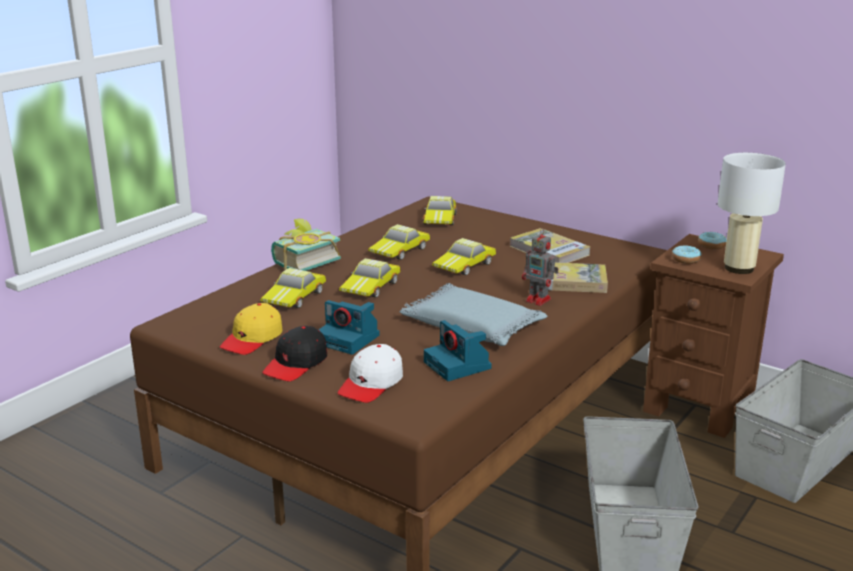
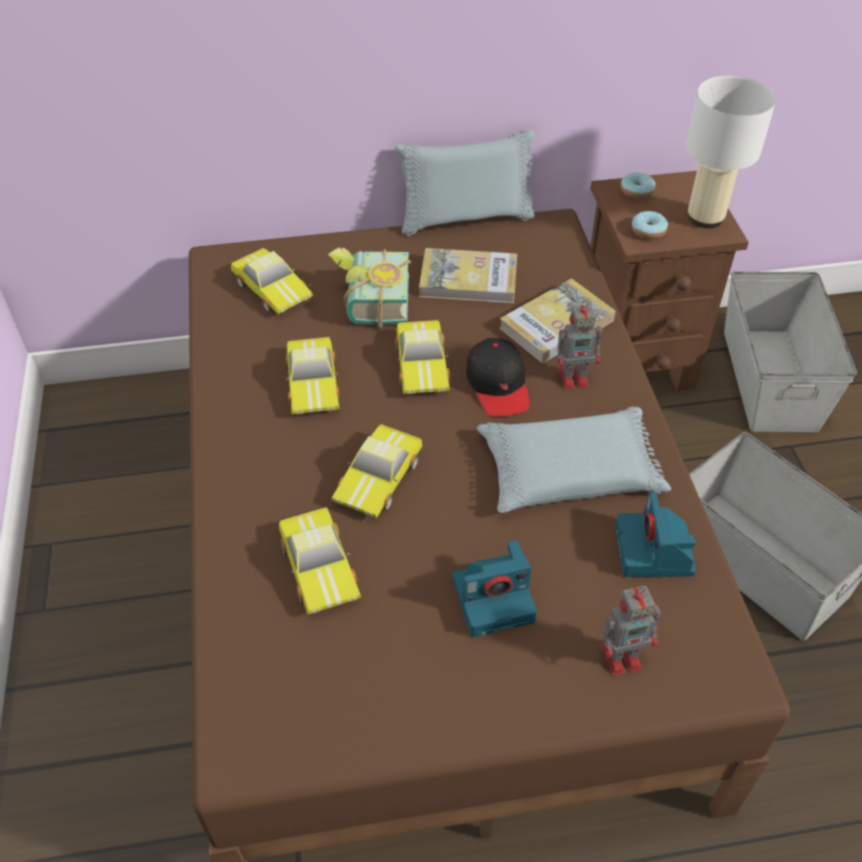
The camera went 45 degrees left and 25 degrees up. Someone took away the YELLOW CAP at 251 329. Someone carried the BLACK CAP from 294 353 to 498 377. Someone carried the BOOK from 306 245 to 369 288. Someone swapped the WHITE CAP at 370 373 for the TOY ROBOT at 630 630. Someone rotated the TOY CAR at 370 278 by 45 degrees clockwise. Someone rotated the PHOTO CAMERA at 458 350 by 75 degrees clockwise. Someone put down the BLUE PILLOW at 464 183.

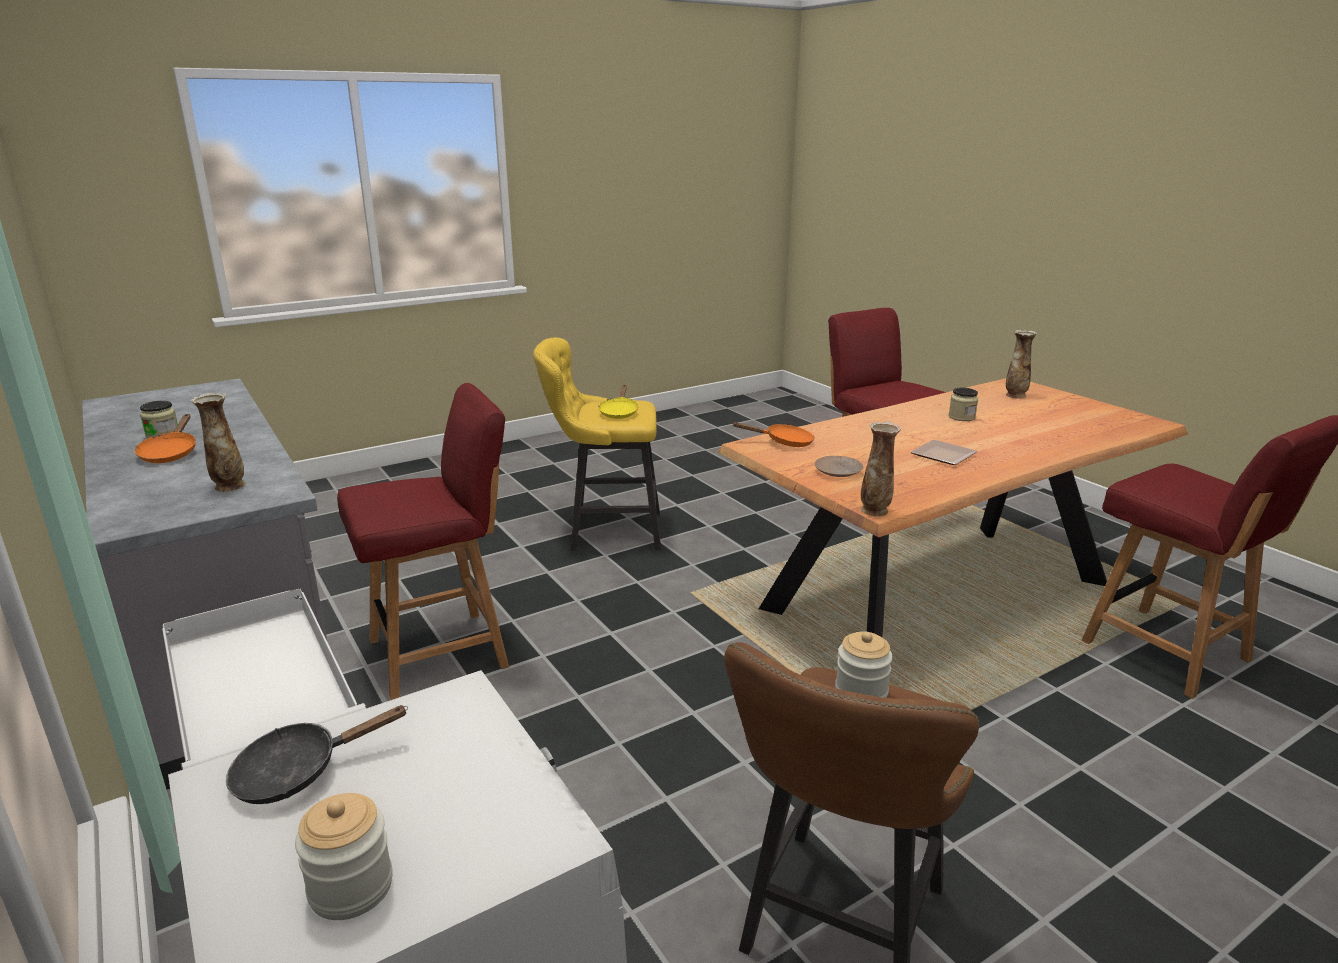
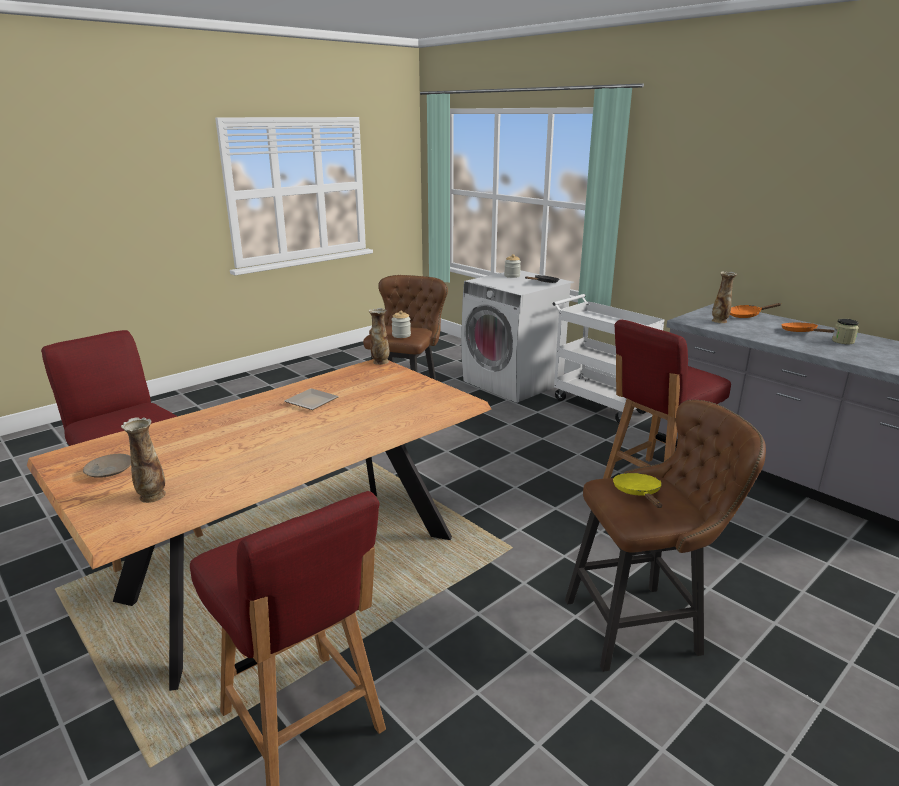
The camera went 170 degrees right and 0 degrees up. Someone repainted the YELLOW STOOL at 597 444, which became the BROWN STOOL at 665 536. Someone carried the ORANGE FRYING PAN from 773 434 to 755 310. Someone carried the BEIGE PLATE from 839 466 to 107 466. Someone took away the JAR at 963 404.

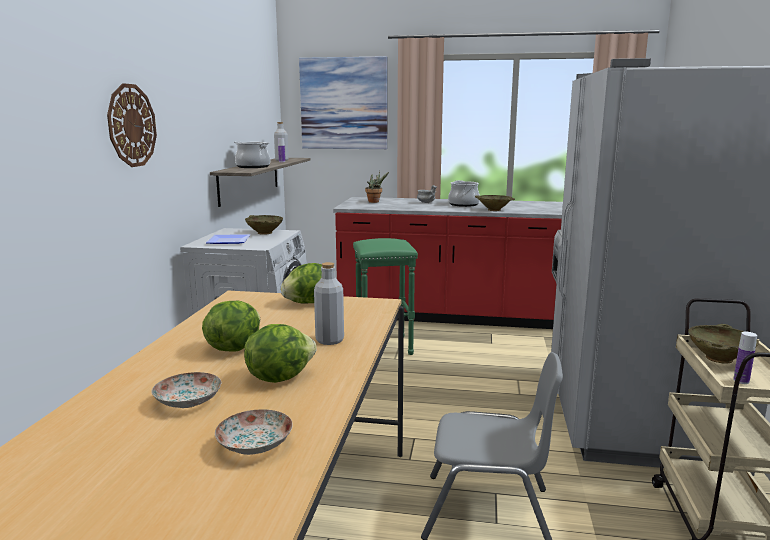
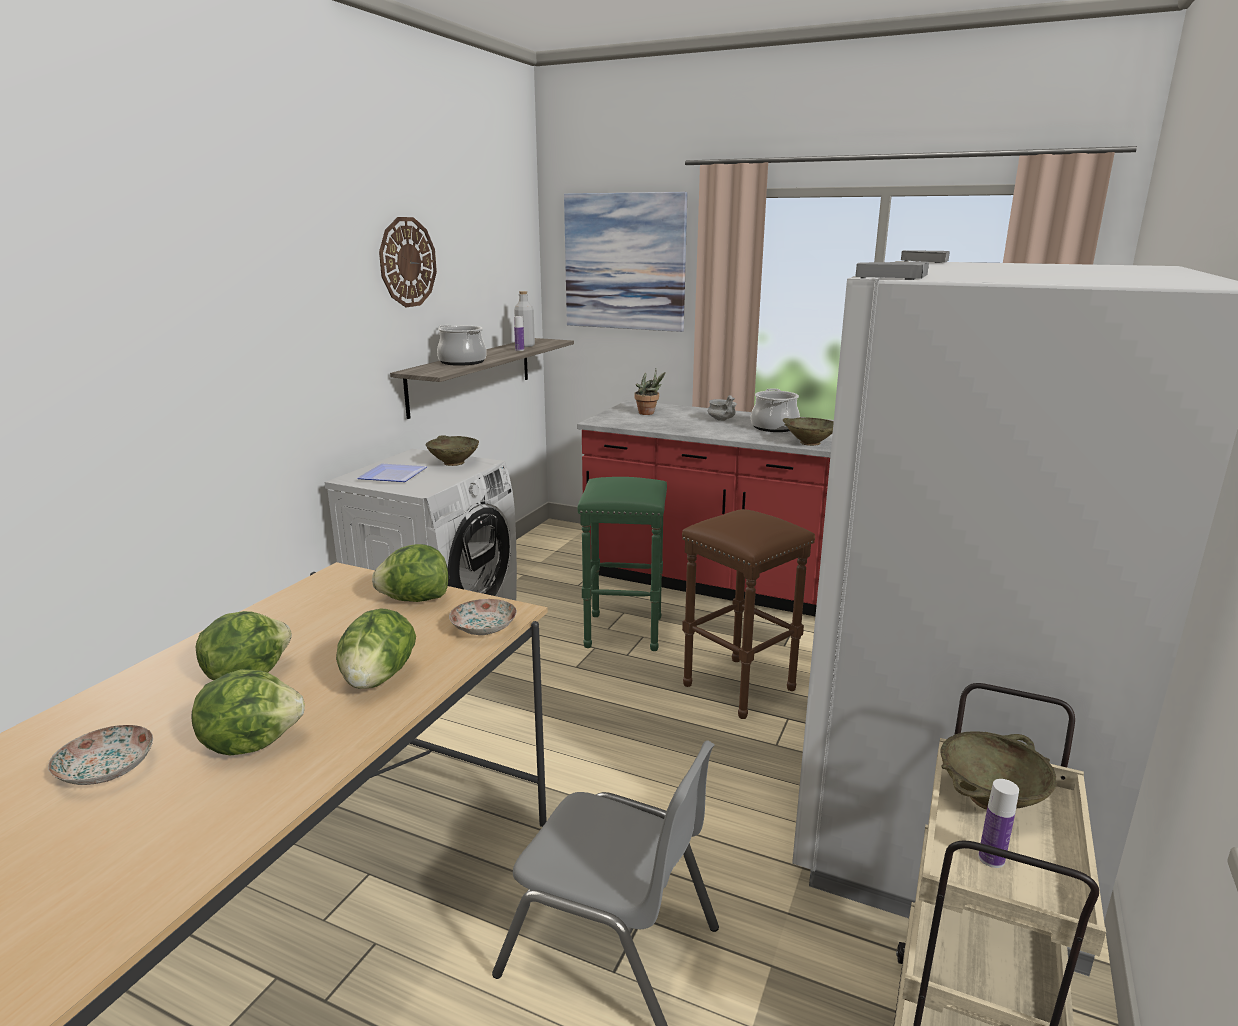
The camera went 15 degrees right and 5 degrees up. Someone carried the WALL CLOCK from 132 125 to 408 262. Someone carried the PLATE from 254 432 to 483 617. Someone swapped the GREY BOTTLE at 329 303 for the LETTUCE at 376 649. Someone put down the BROWN STOOL at 748 614.

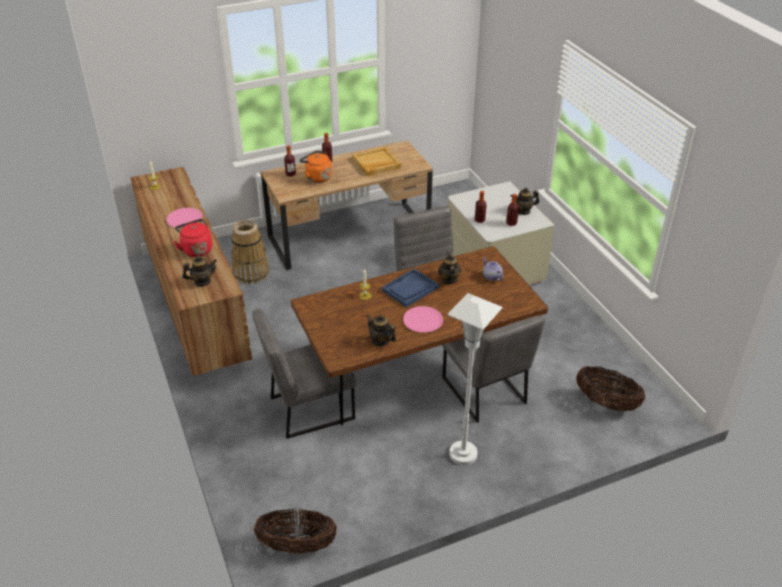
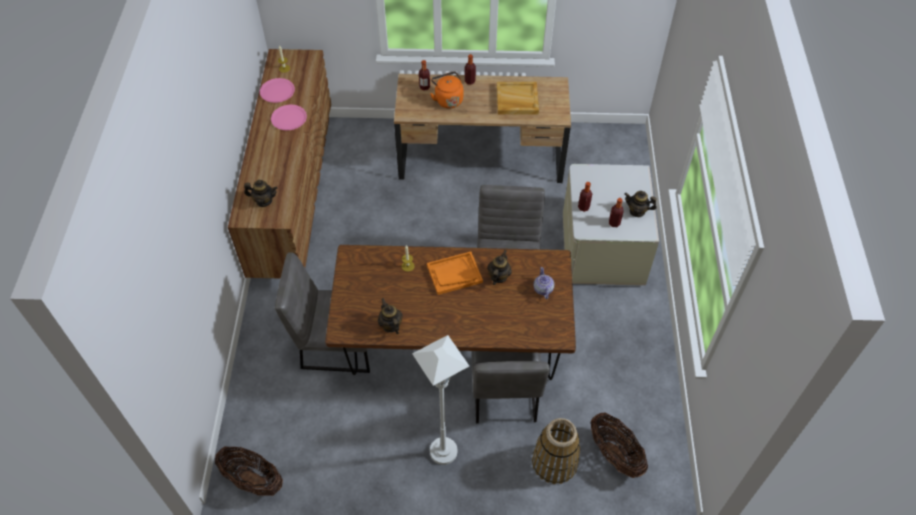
The camera went 25 degrees right and 15 degrees up. Someone took away the RED KETTLE at 193 238. Someone carried the BASKET from 250 252 to 556 451. Someone repainted the BLUE TRAY at 410 288, which became the ORANGE TRAY at 455 273. Someone carried the PINK PLATE from 423 319 to 277 90.

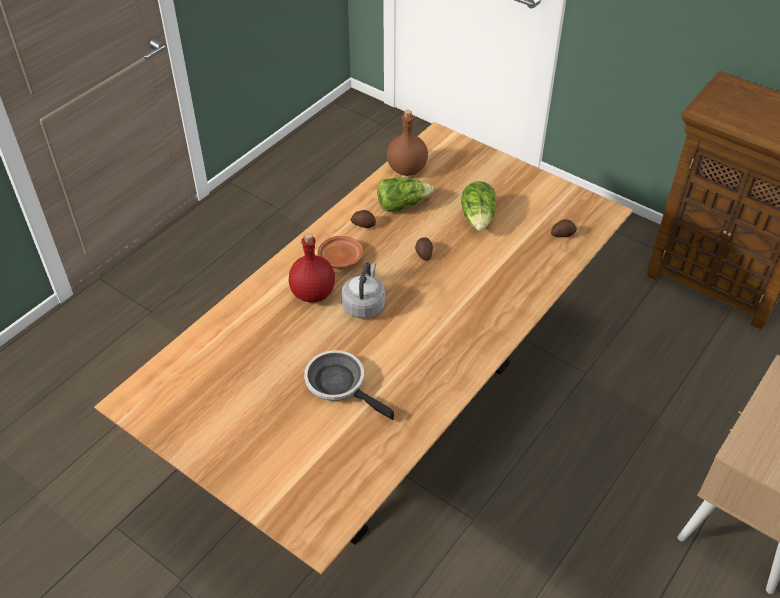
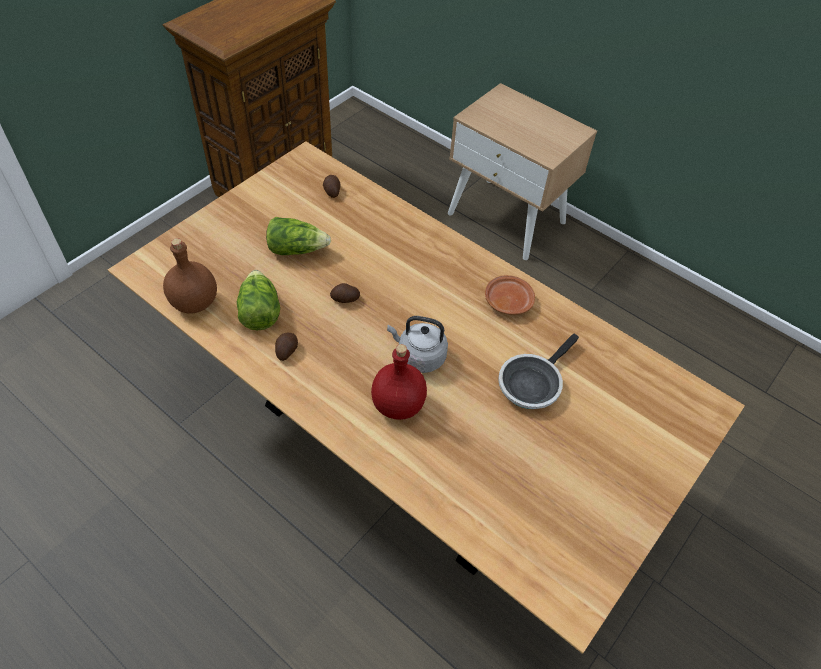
The camera went 90 degrees left and 5 degrees up. Someone carried the BROWN PLATE from 340 252 to 510 295.

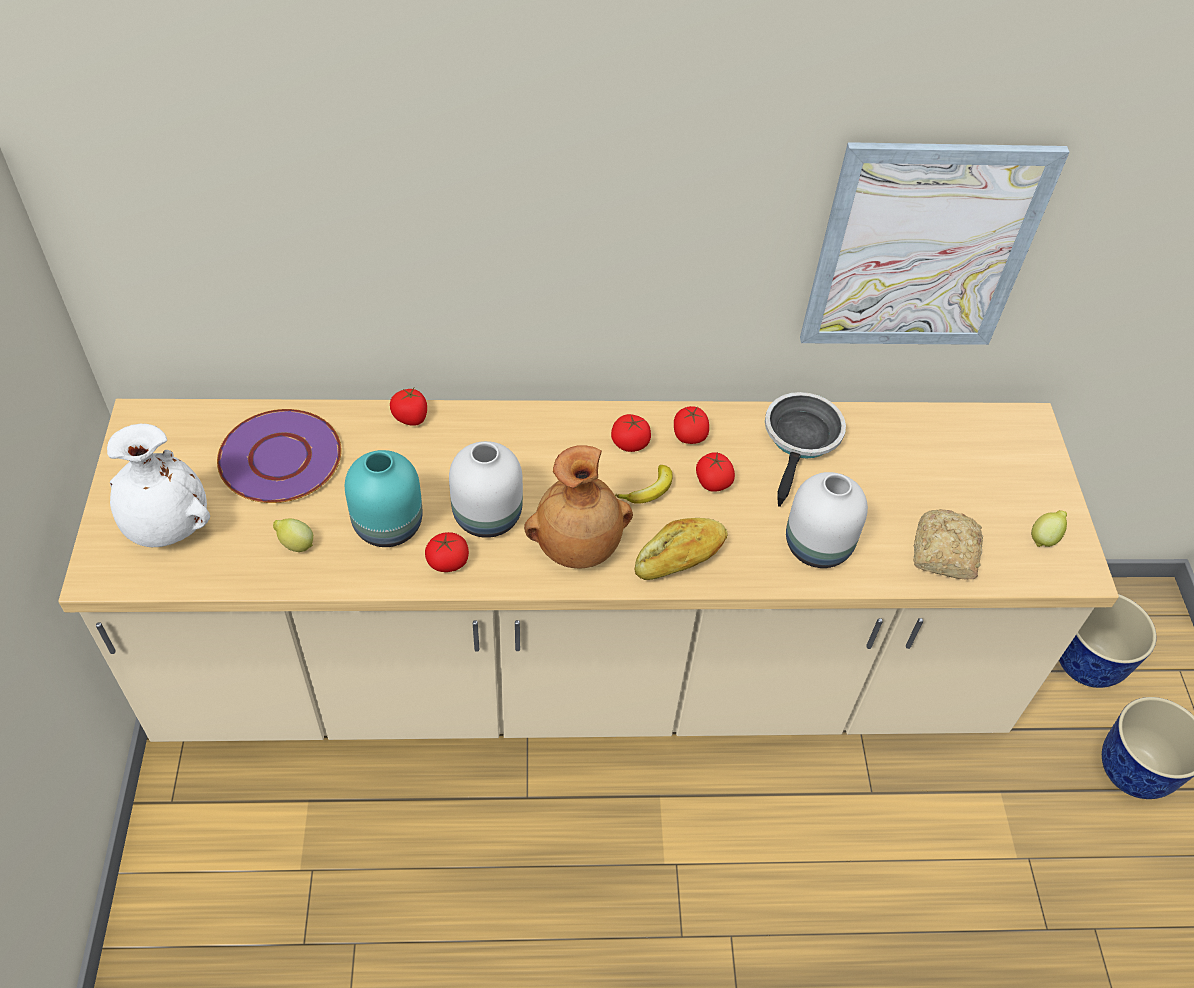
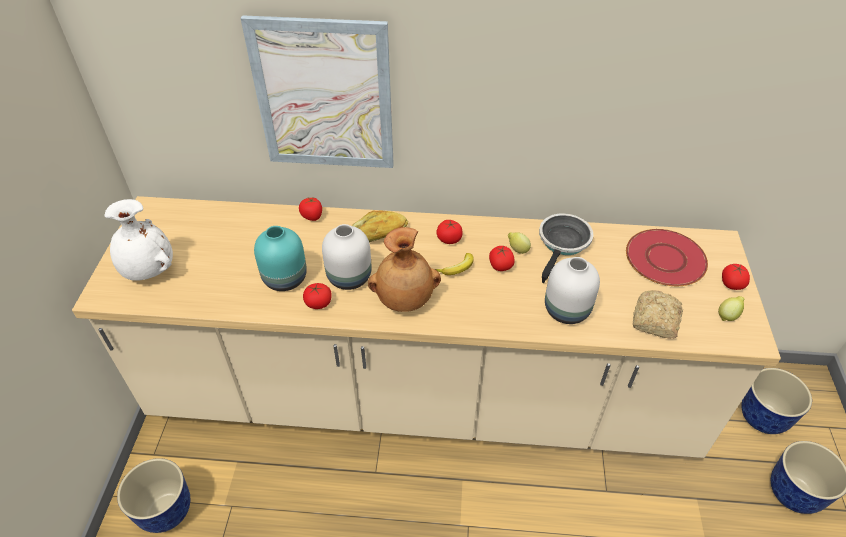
The camera went 10 degrees right and 5 degrees down. Someone took away the PURPLE PLATE at 279 456. Someone carried the LEMON from 293 535 to 519 243. Someone carried the BREAD from 681 549 to 380 226. Someone carried the TOMATO from 691 425 to 736 277. Someone carried the PICTURE from 934 243 to 317 91. Someone put down the PLANTER at 153 495. Someone put down the RED PLATE at 667 257.

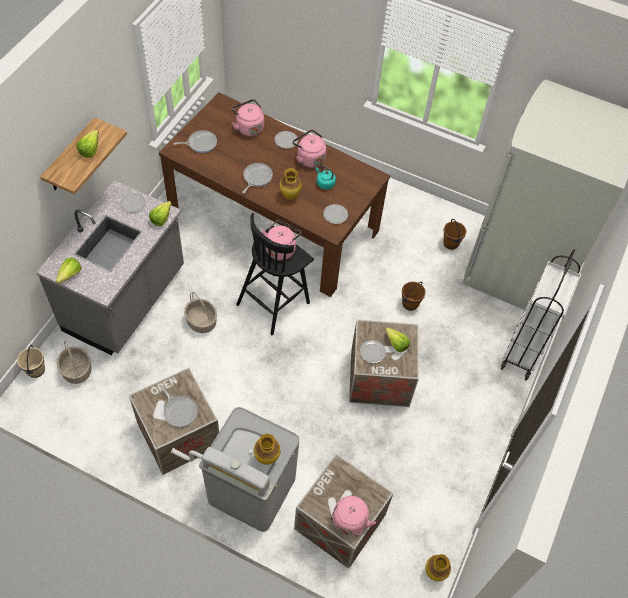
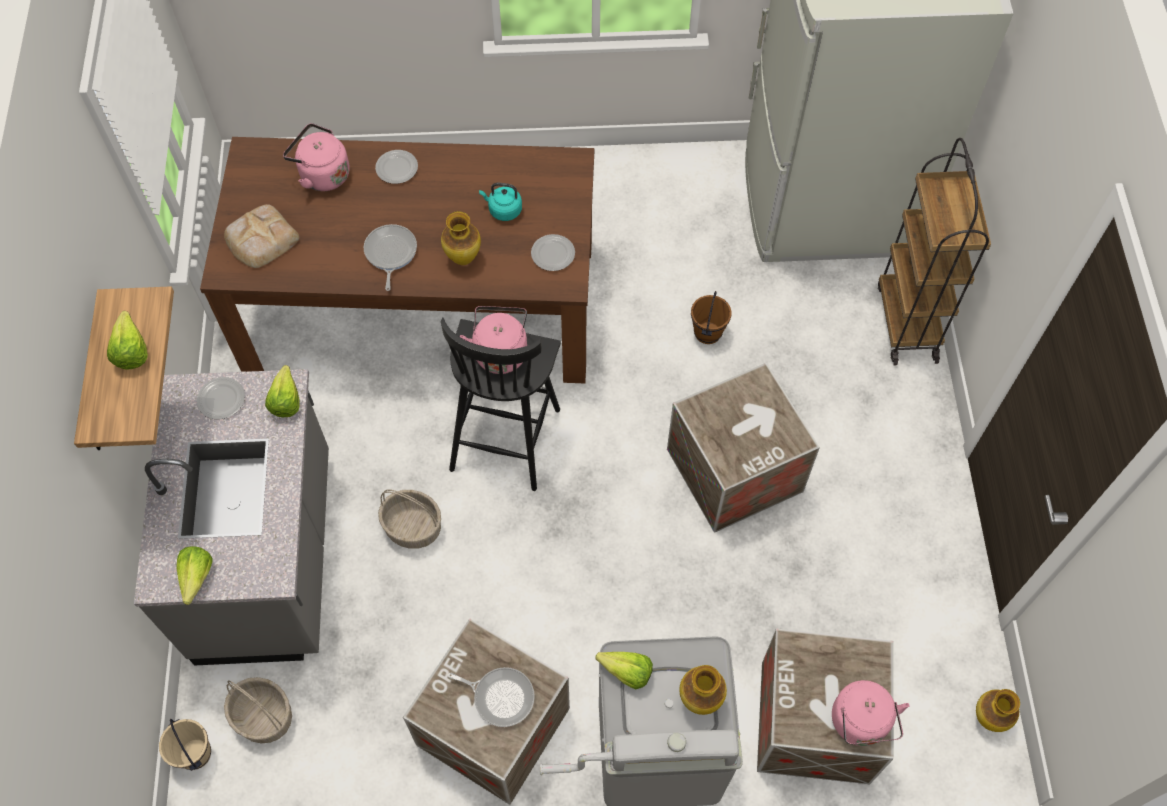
The camera went 25 degrees left and 5 degrees up. Someone swapped the FRYING PAN at 195 141 for the BREAD at 261 236. Someone took away the PINK KETTLE at 309 149. Someone took away the PLATE at 373 351. Someone carried the LETTUCE from 397 339 to 624 670. Someone took away the BROWN BUCKET at 454 234. Someone repainted the WHITE CART at 541 315, which became the BROWN CART at 934 251.

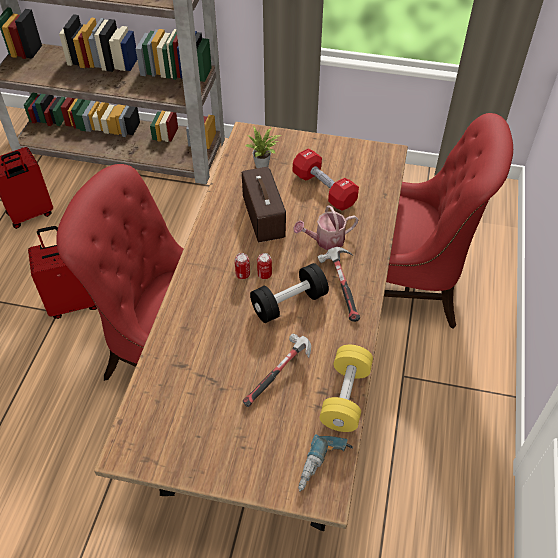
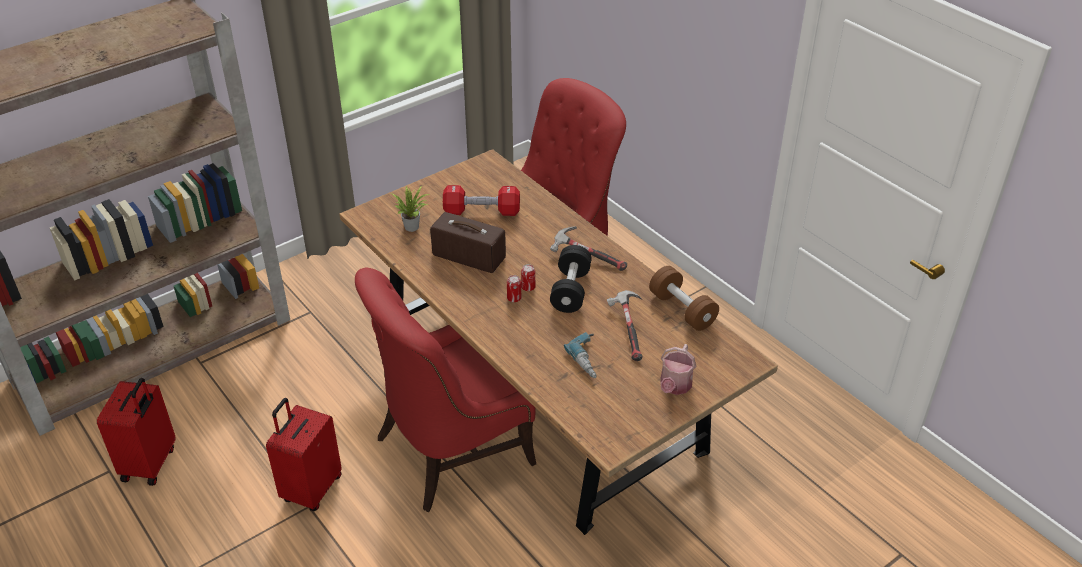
The camera went 50 degrees left and 10 degrees down. Someone carried the WATERING CAN from 326 228 to 678 369. Someone carried the POWER DRILL from 325 462 to 580 355. Someone repainted the YELLOW DUMBBELL at 346 388, which became the BROWN DUMBBELL at 684 298.

